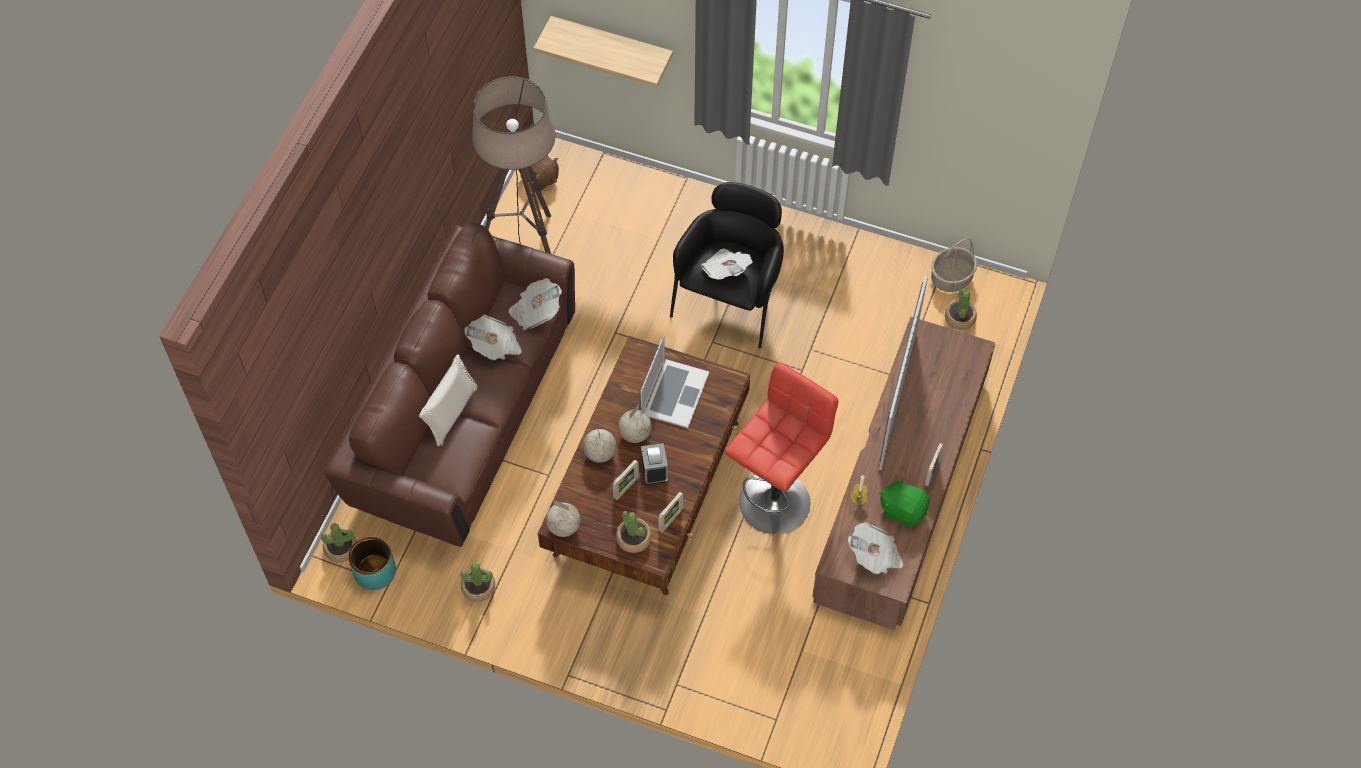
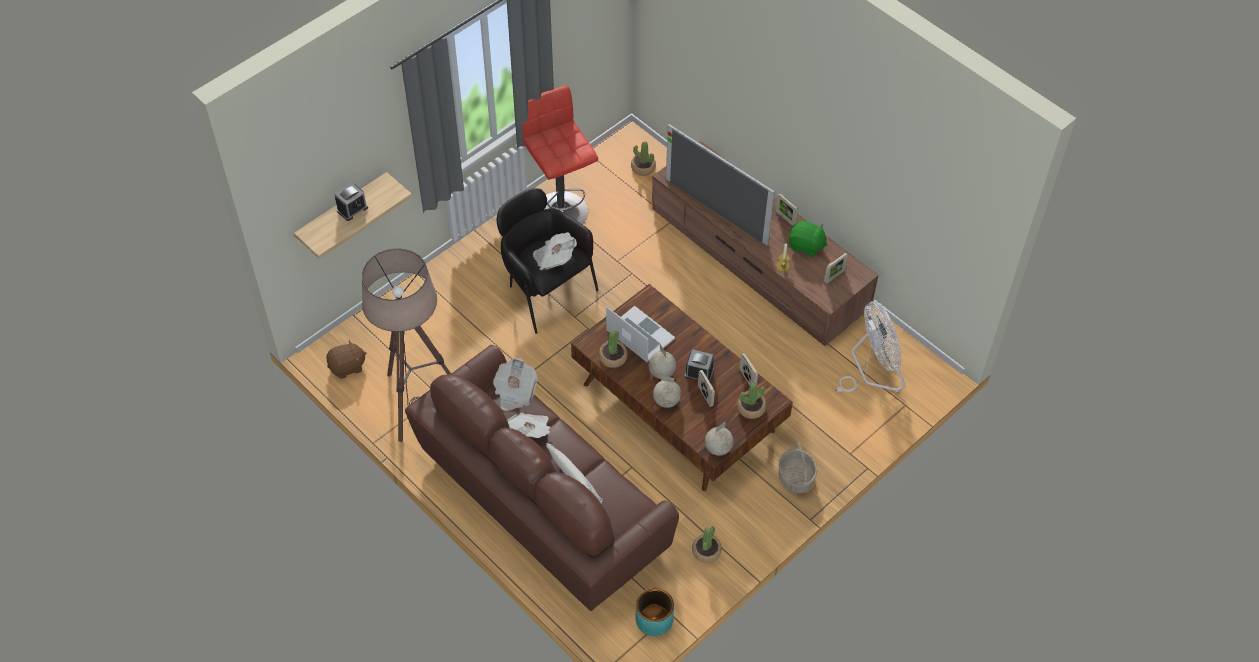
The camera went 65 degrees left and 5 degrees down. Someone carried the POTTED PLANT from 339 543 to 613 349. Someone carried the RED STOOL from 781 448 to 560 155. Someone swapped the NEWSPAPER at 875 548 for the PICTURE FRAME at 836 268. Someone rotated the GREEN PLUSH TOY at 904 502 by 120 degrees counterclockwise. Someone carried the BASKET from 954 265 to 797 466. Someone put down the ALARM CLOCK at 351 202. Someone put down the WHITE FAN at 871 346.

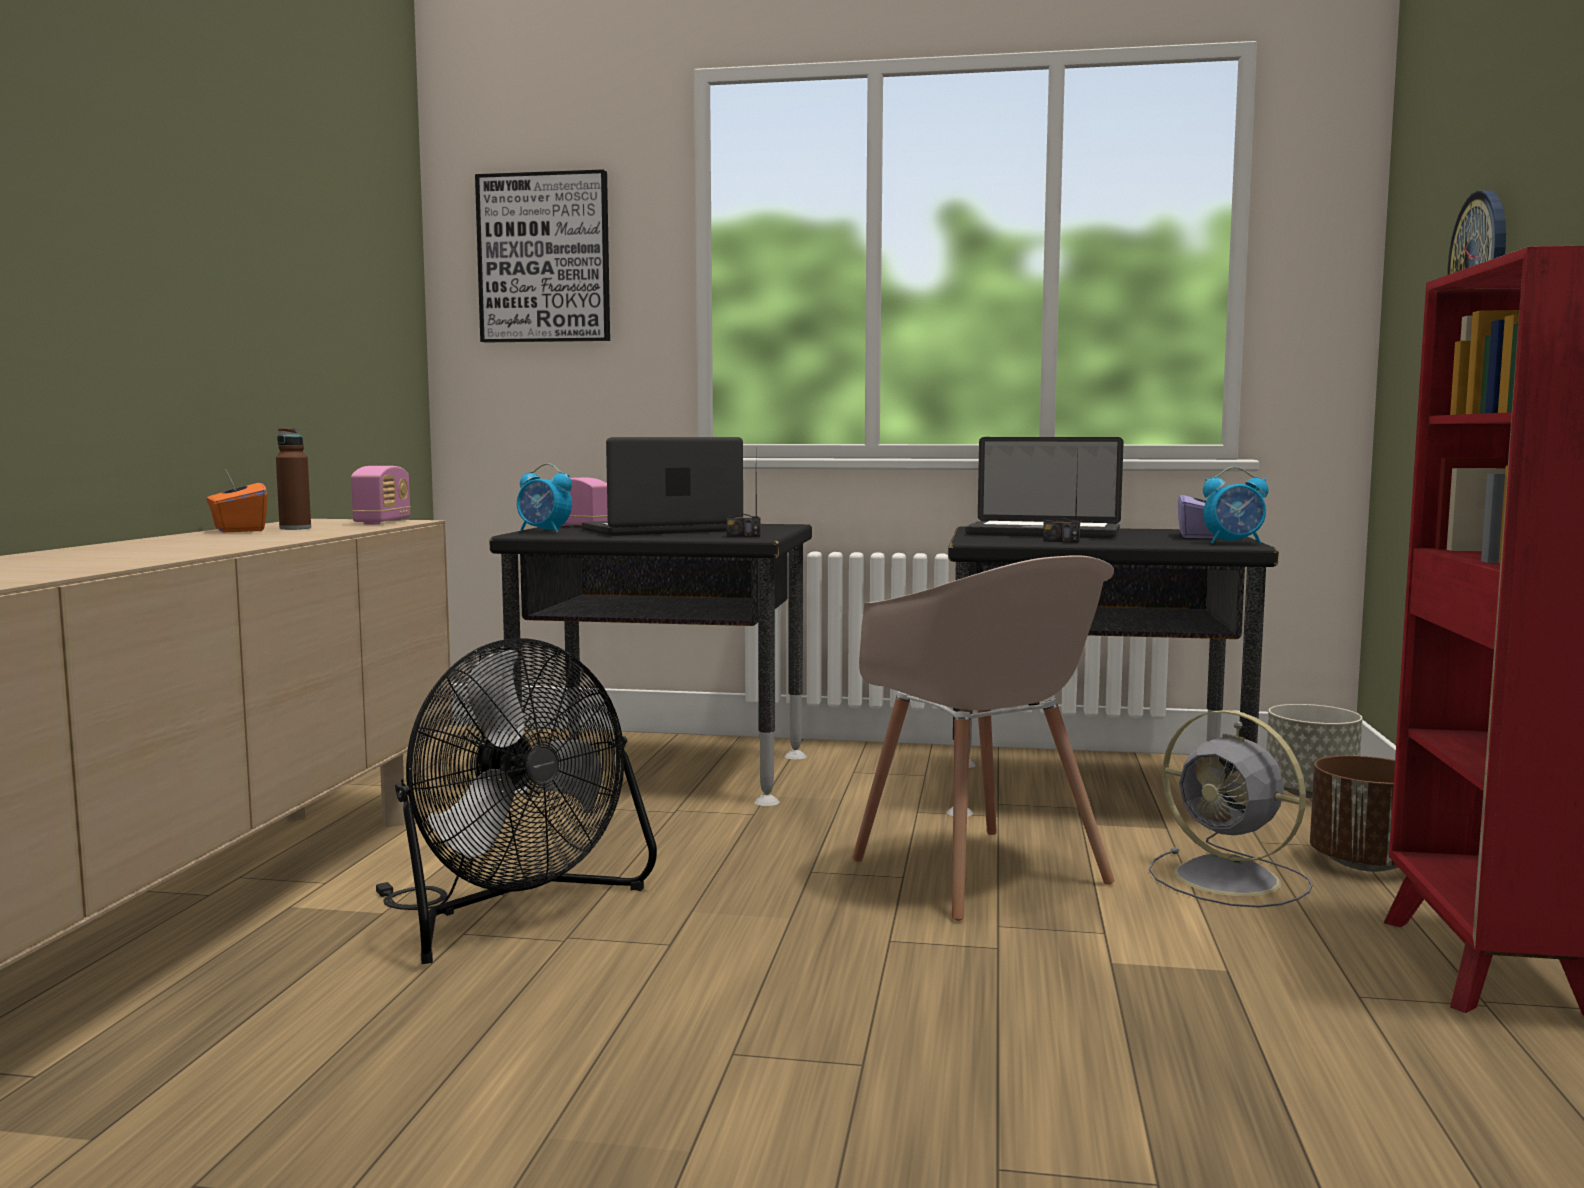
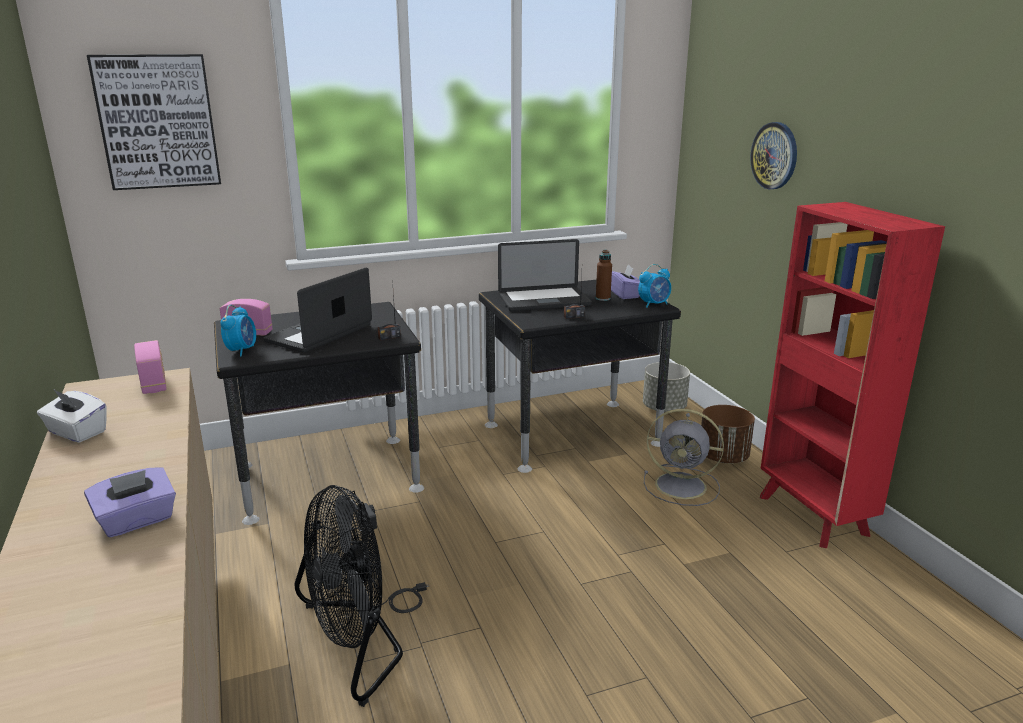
The camera went 30 degrees left and 15 degrees up. Someone repainted the ORANGE TISSUE BOX at 236 500, which became the WHITE TISSUE BOX at 72 416. Someone carried the BROWN BOTTLE from 293 479 to 604 275. Someone rotated the BLACK FAN at 516 801 by 135 degrees clockwise. Someone rotated the ALARM CLOCK at 544 498 by 75 degrees counterclockwise. Someone took away the BEIGE CHAIR at 983 738. Someone put down the PURPLE TISSUE BOX at 130 502.

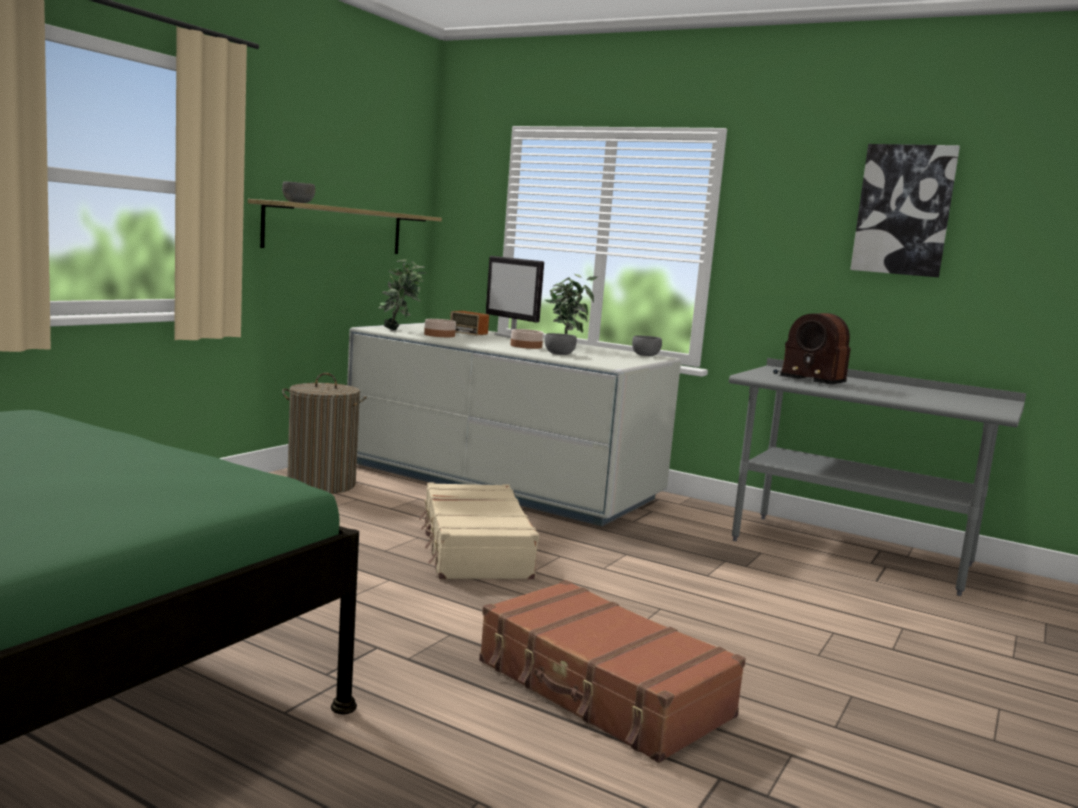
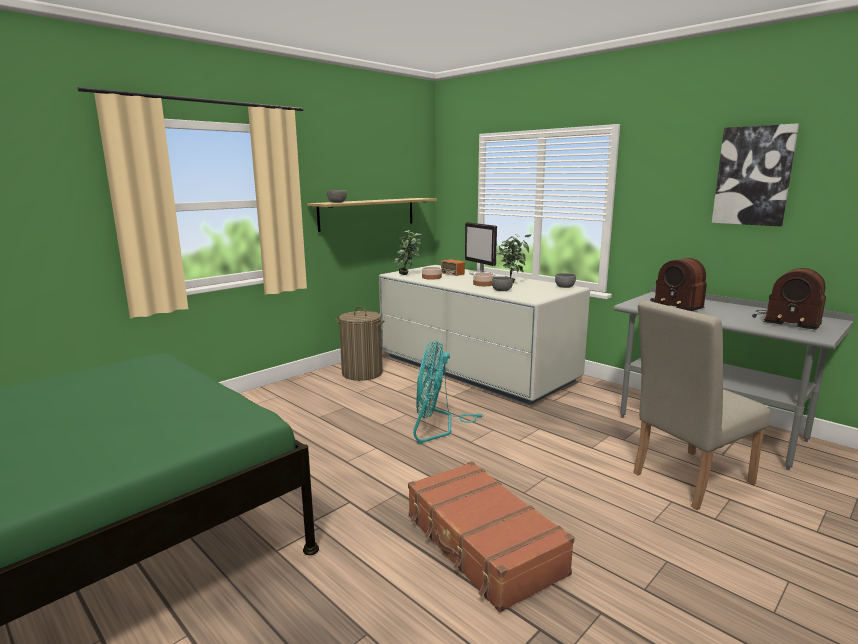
The camera went 15 degrees right and 5 degrees up. Someone swapped the BEIGE SUITCASE at 479 530 for the TURQUOISE FAN at 448 392. Someone put down the BEIGE CHAIR at 701 405. Someone put down the RADIO at 789 299.

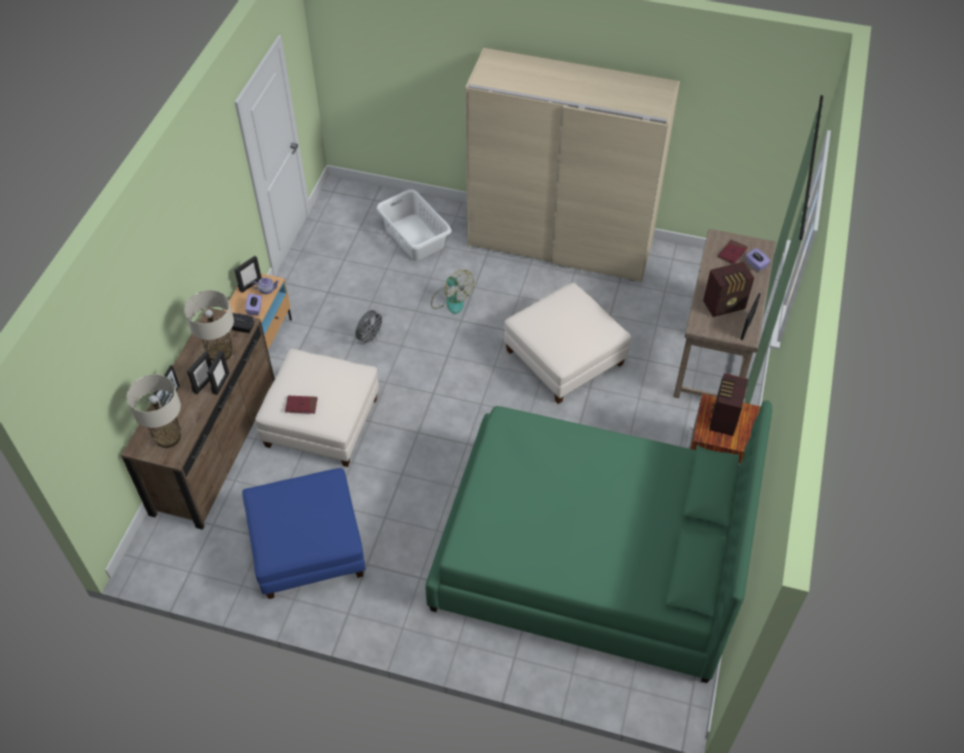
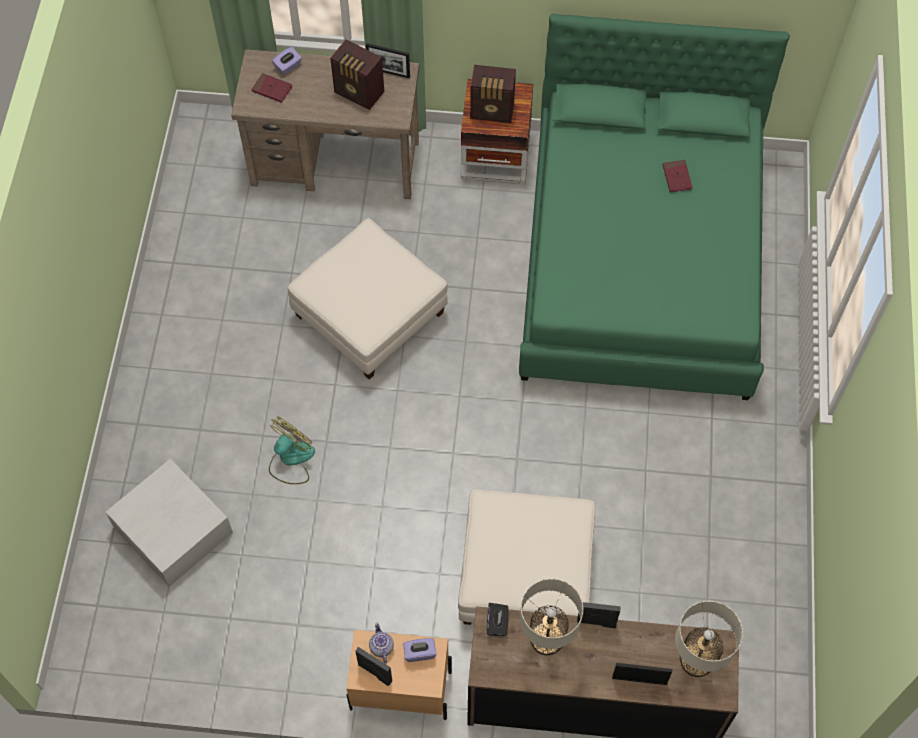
The camera went 100 degrees left and 10 degrees up. Someone took away the PICTURE FRAME at 199 372. Someone took away the BLUE OTTOMAN at 303 533. Someone carried the RED BOOK from 301 405 to 677 176. Someone took away the GREY FAN at 370 327. Someone swapped the WHITE LAUNDRY BASKET at 413 225 for the WHITE STORAGE BOX at 169 523. Someone took away the BEIGE WARDROBE at 572 165. Someone rotated the RADIO at 728 289 by 150 degrees clockwise.

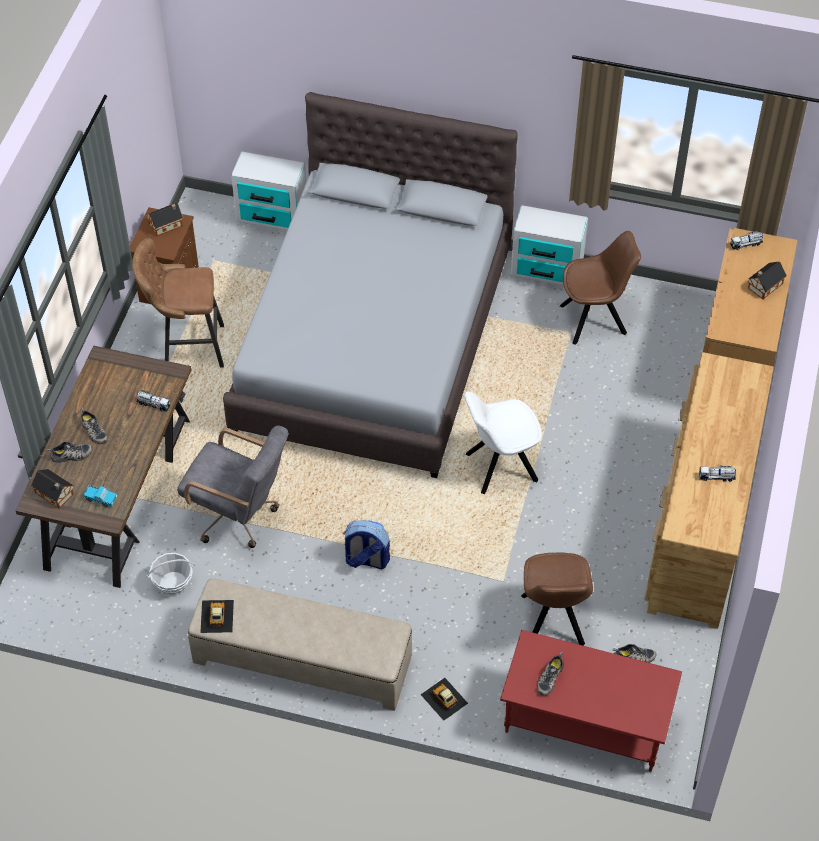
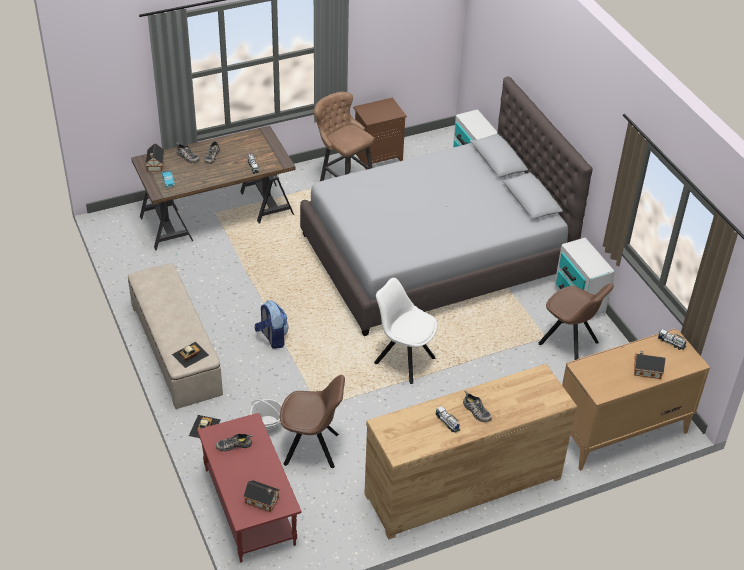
The camera went 50 degrees right and 10 degrees down. Someone carried the TOY HOUSE from 164 219 to 262 496. Someone carried the BASKET from 170 574 to 266 416. Someone took away the GREY OFFICE CHAIR at 233 487. Someone carried the TOY CAR from 217 616 to 190 355. Someone rotated the BROWN CHAIR at 557 599 by 135 degrees counterclockwise. Someone carried the SHOE from 634 653 to 477 406.

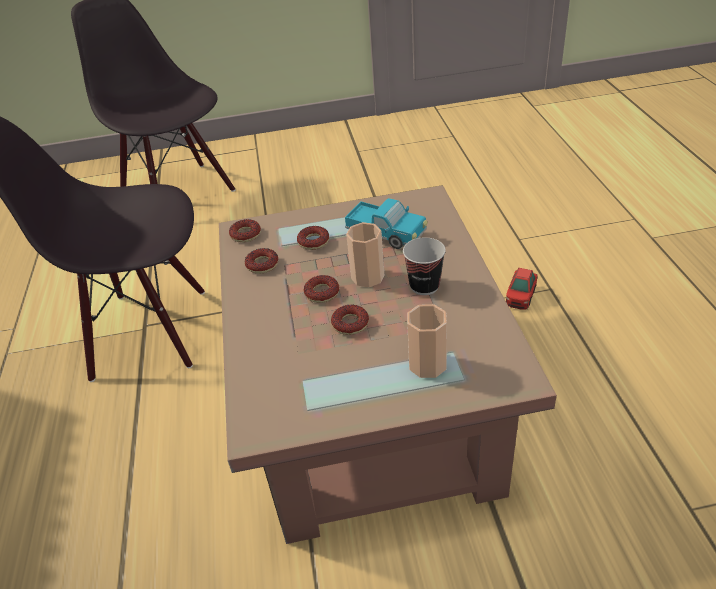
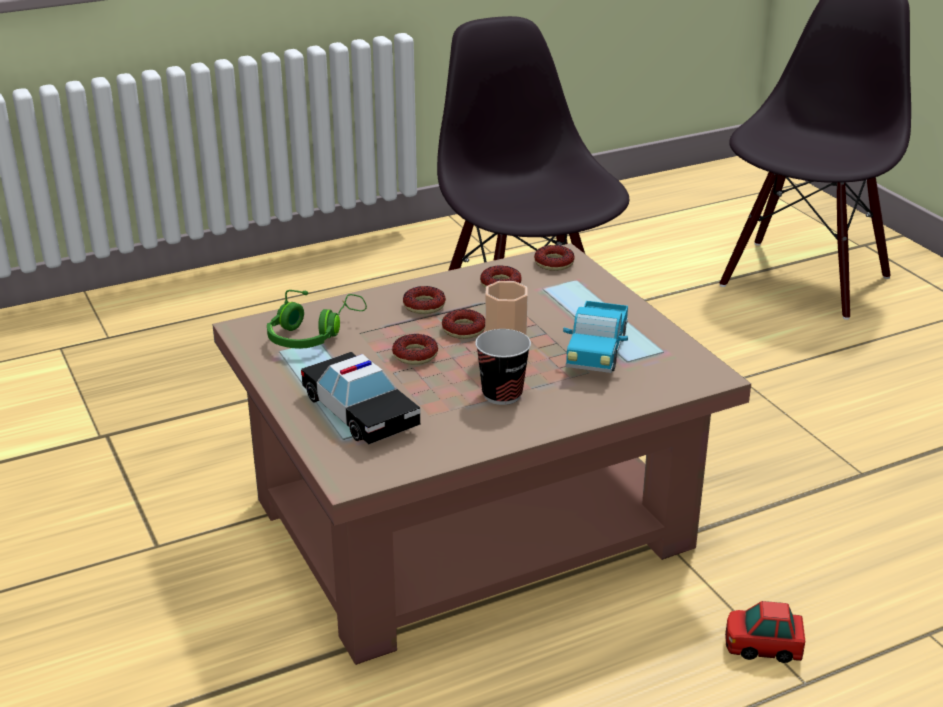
The camera went 70 degrees right and 10 degrees down. Someone carried the DONUT from 313 238 to 424 300. Someone swapped the CUP at 427 341 for the TOY CAR at 361 398. Someone put down the GREEN HEADPHONES at 317 319.

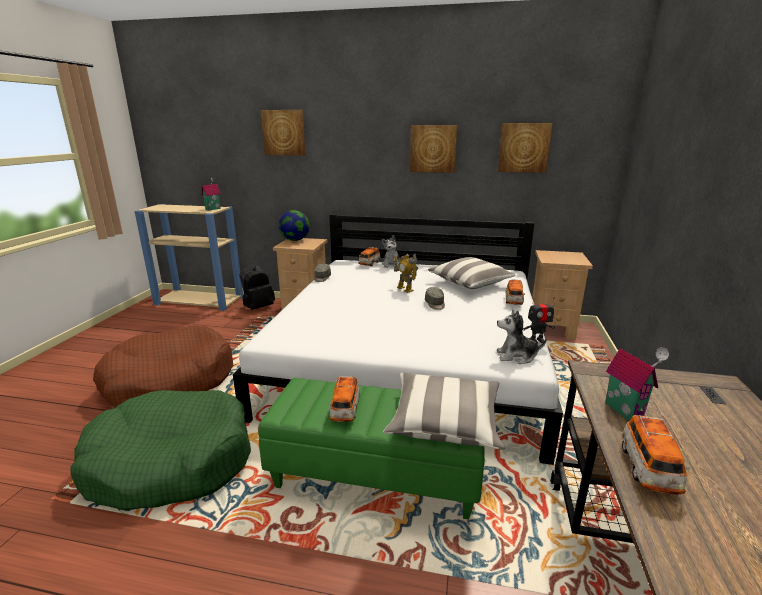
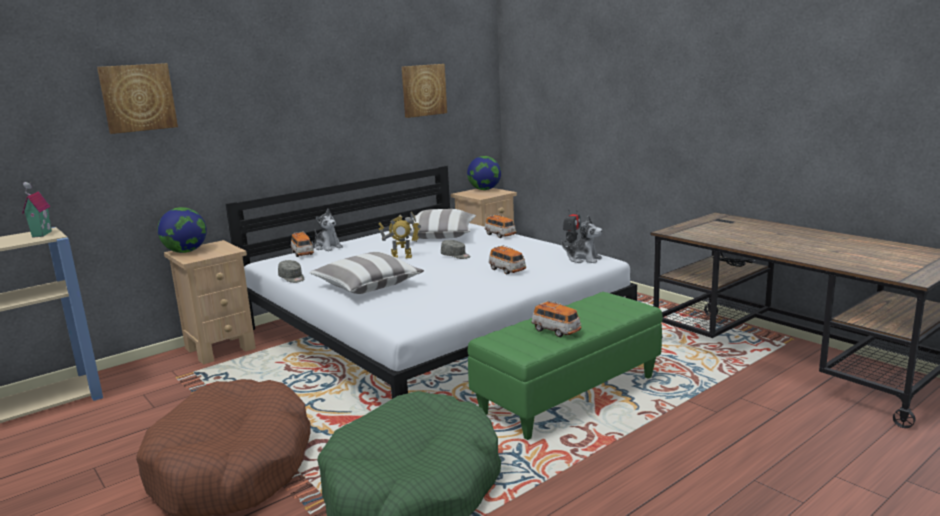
The camera went 50 degrees left and 5 degrees down. Someone took away the BLACK BACKPACK at 257 288. Someone carried the PILLOW from 444 411 to 367 273. Someone took away the PICTURE at 433 149. Someone rotated the PLUSH TOY at 521 337 by 105 degrees counterclockwise. Someone took away the TOY HOUSE at 637 383. Someone carried the TOY CAR from 655 455 to 507 260. Someone put down the GLOBE at 484 173.

